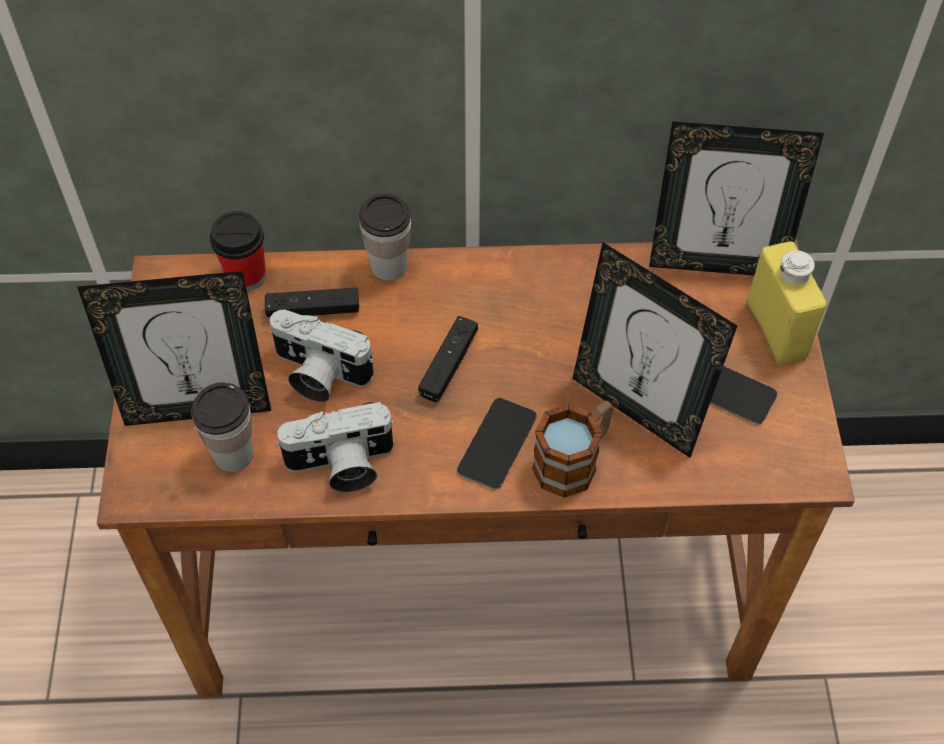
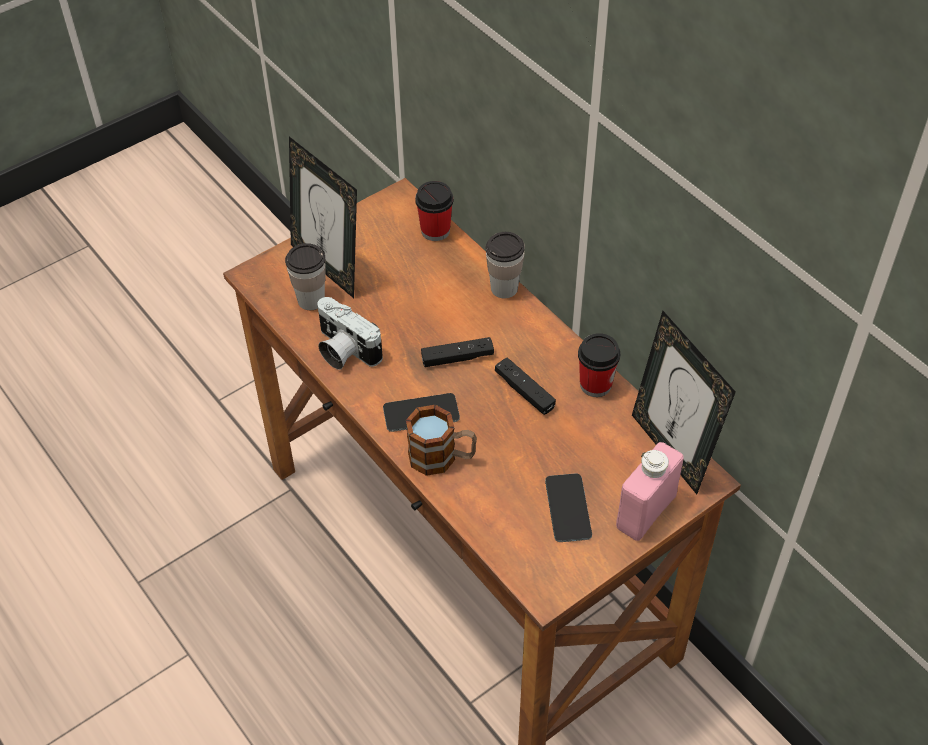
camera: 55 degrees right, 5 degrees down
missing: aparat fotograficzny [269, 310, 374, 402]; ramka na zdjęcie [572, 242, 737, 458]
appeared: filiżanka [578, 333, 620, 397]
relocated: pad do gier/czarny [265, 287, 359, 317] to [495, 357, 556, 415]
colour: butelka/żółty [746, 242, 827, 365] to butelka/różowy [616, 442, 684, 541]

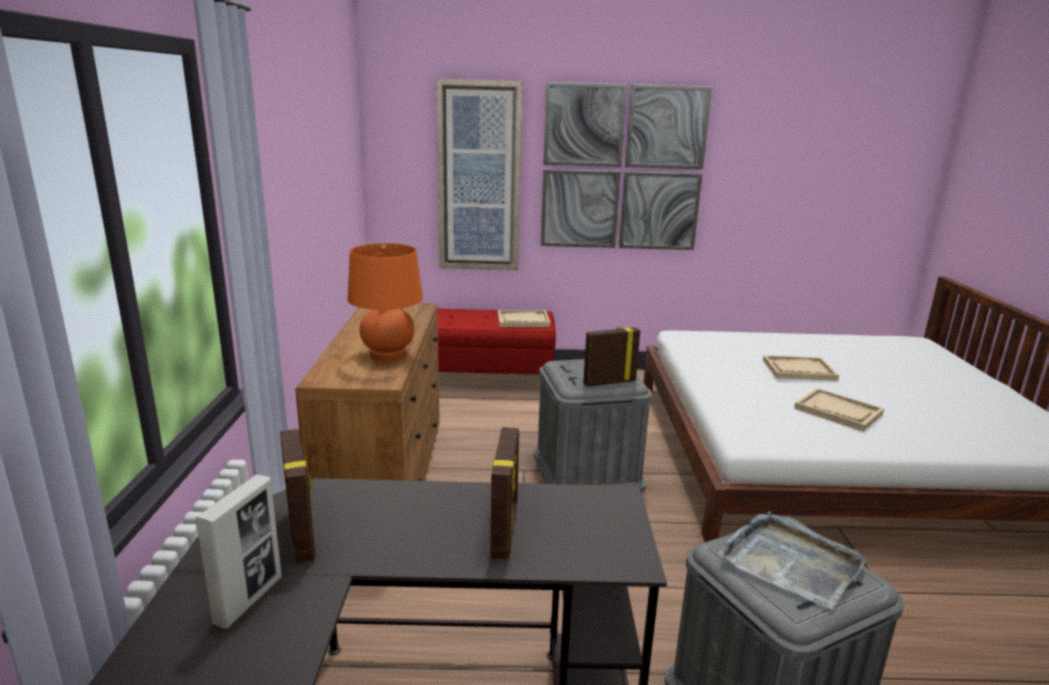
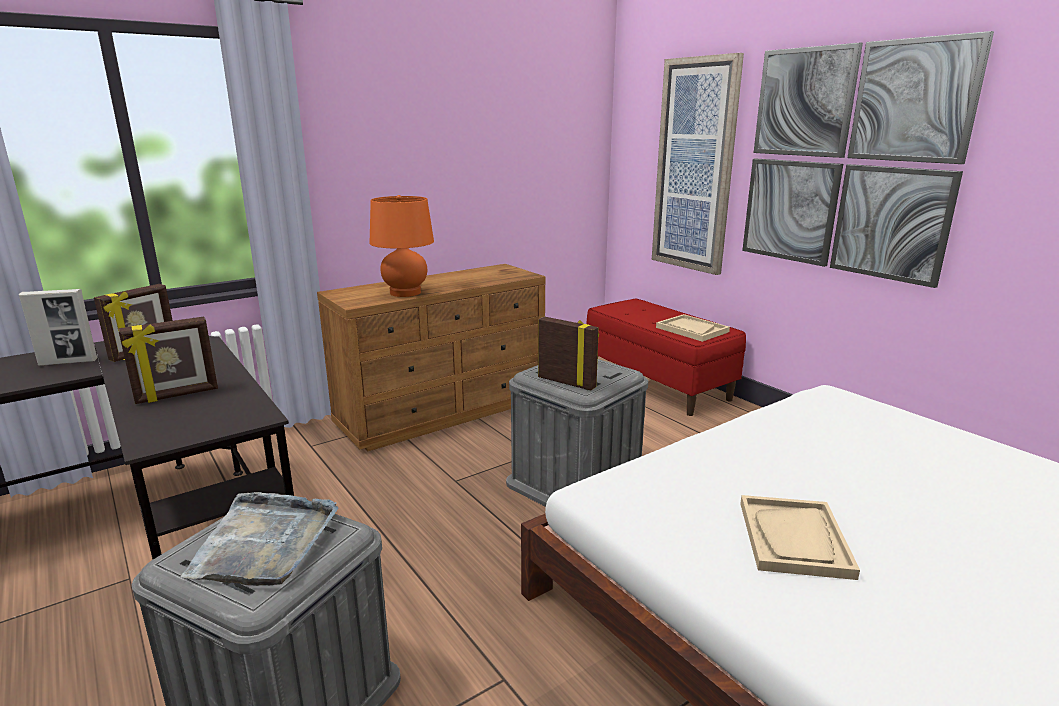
camera: 55 degrees right, 0 degrees up
missing: taca/beżowy [763, 355, 839, 381]

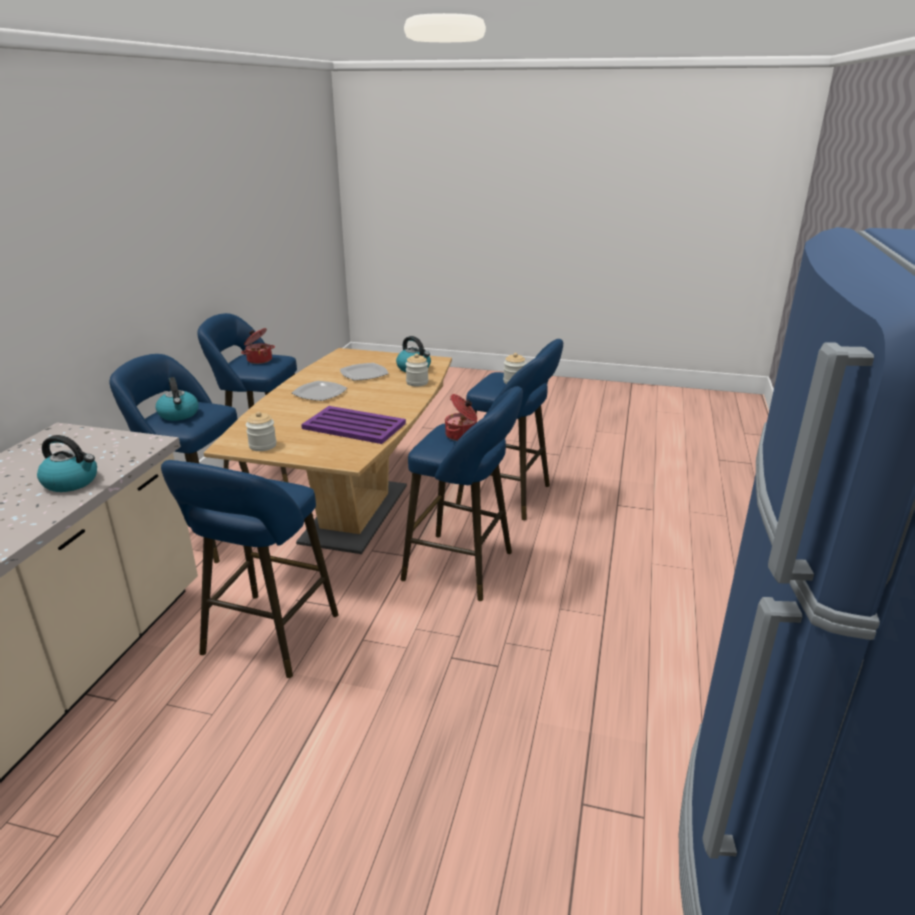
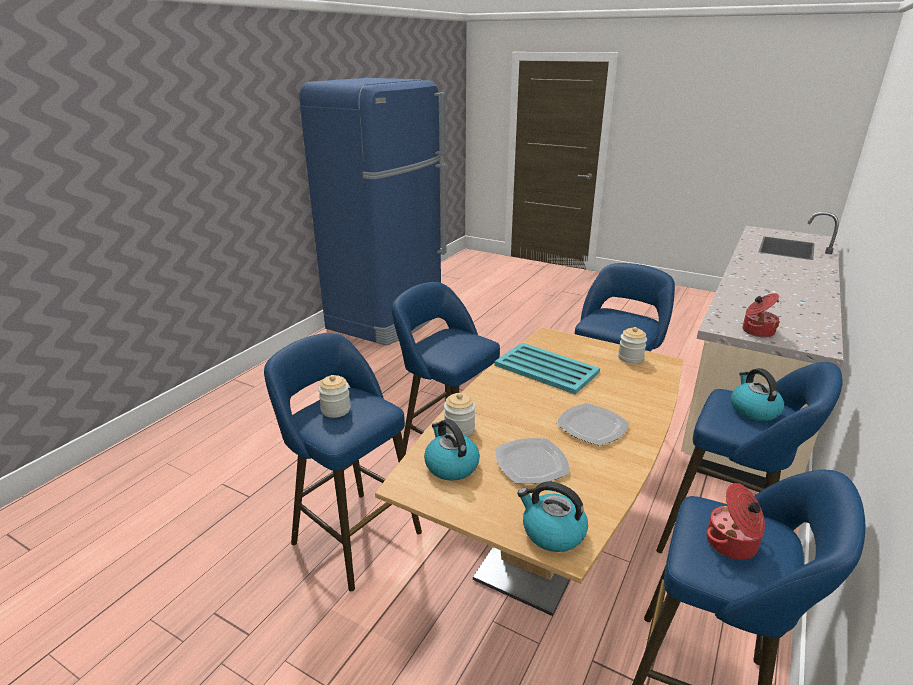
camera: 165 degrees left, 0 degrees up
relocated: czajnik [37, 435, 97, 492] to [517, 481, 588, 552]; garnek [445, 394, 477, 441] to [743, 293, 780, 337]
colour: taca/fioletowy [301, 406, 406, 444] to taca/turkusowy [494, 343, 600, 395]

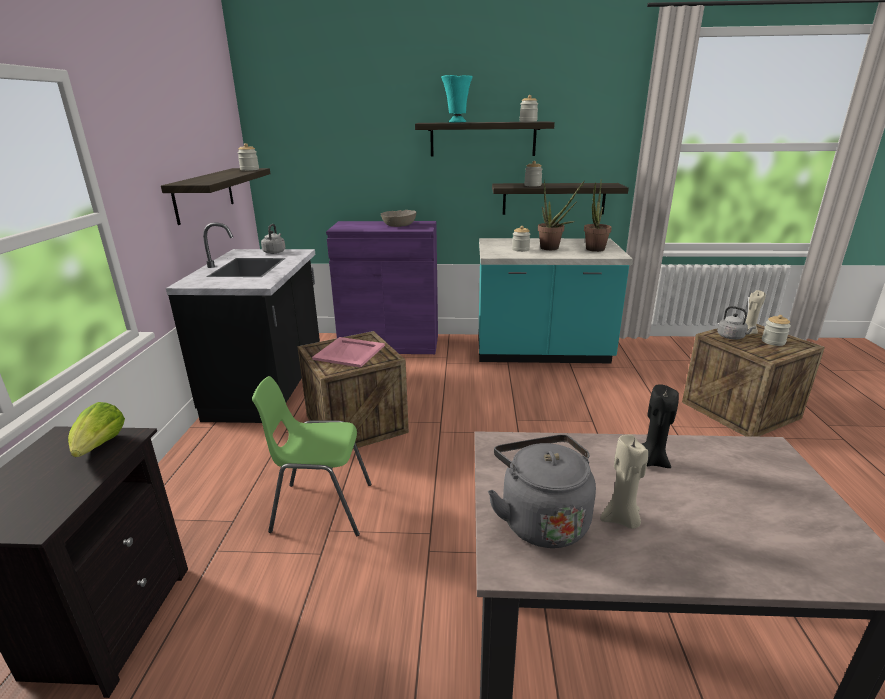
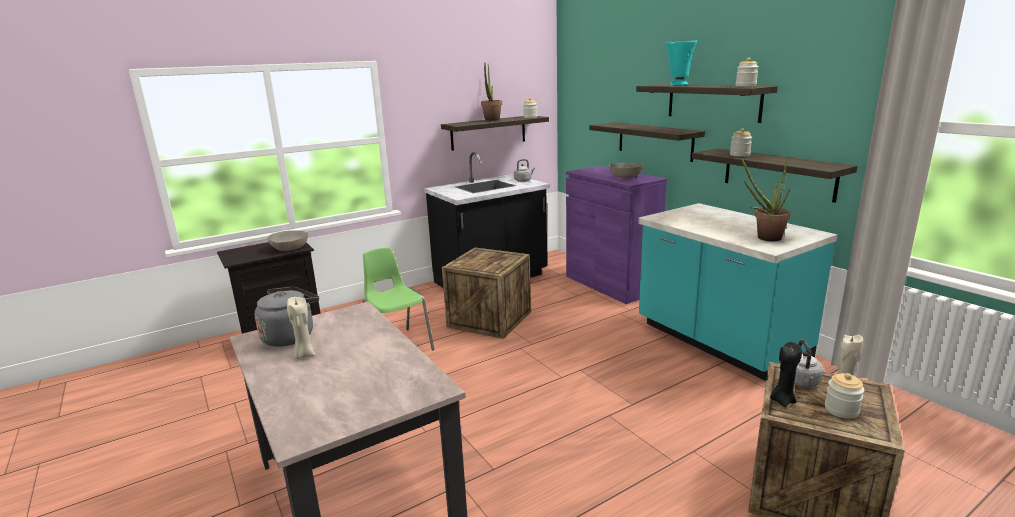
camera: 55 degrees right, 5 degrees down
missing: taca/różowy [312, 337, 385, 367]; słoik [512, 226, 531, 252]
appeared: półka [589, 122, 705, 162]
relocated: roślina doniczkowa [538, 179, 585, 250] to [481, 64, 502, 121]; świeca/czarny [642, 384, 679, 468] to [770, 342, 802, 407]
exchanged: sałata [68, 402, 125, 457] to miska/szary [267, 230, 308, 251]

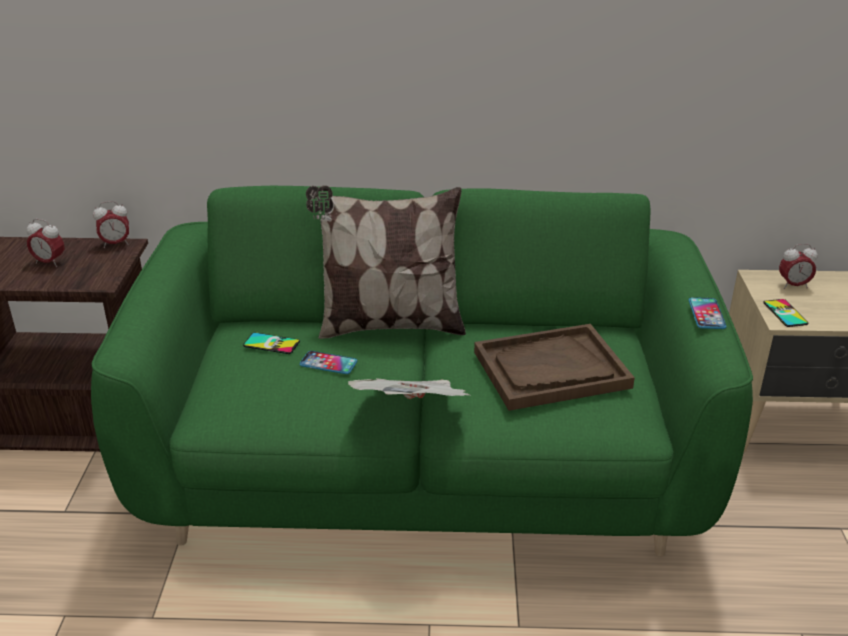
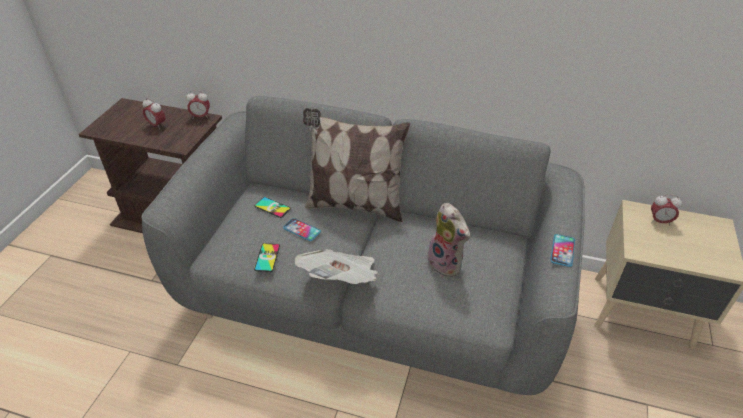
camera: 15 degrees right, 10 degrees up
relocated: telefon [763, 299, 808, 327] to [254, 243, 280, 272]
exchanged: taca/brązowy [474, 324, 635, 411] to pluszak [428, 203, 470, 277]
colour: kanapa/zielony [91, 186, 753, 556] to kanapa/szary [142, 96, 585, 397]

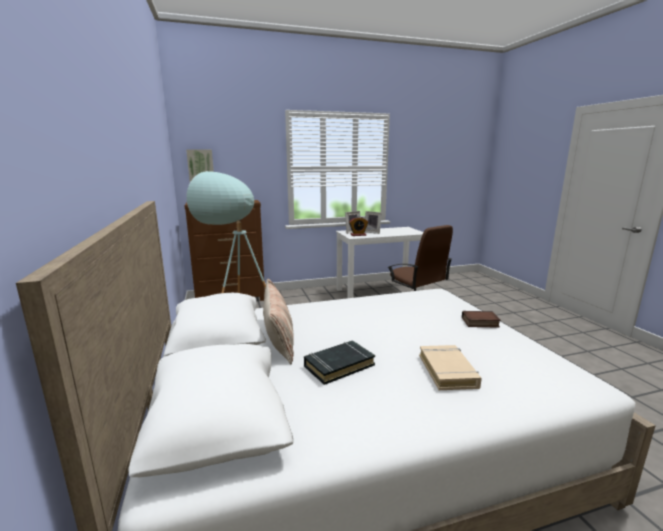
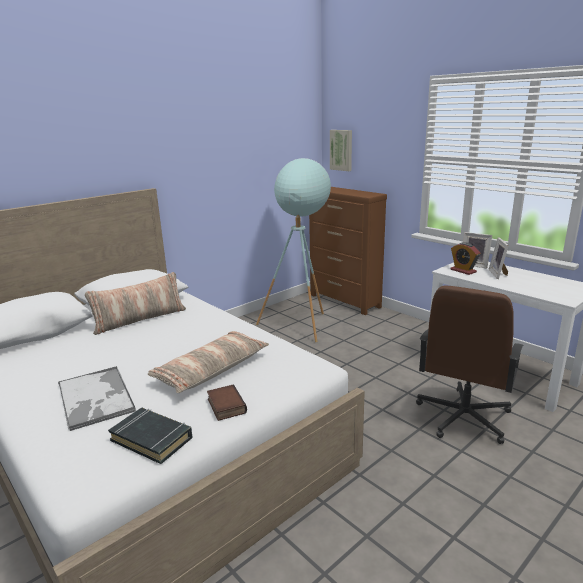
camera: 65 degrees right, 5 degrees up
appeared: poduszka [148, 331, 269, 393]
relocated: książka/czarny [304, 340, 375, 385] to [108, 408, 192, 464]
exchanged: książka/beżowy [419, 345, 482, 390] to taca [58, 366, 136, 431]

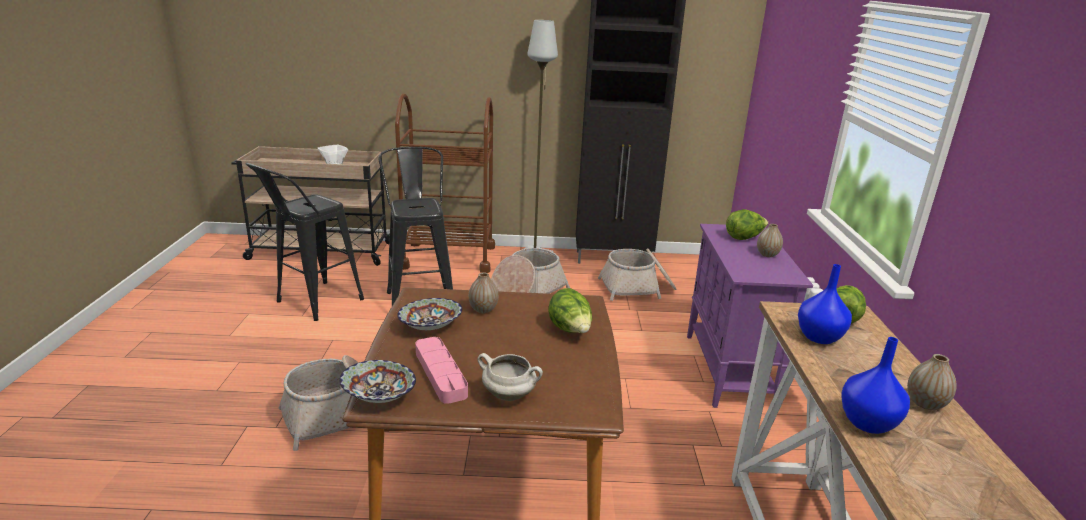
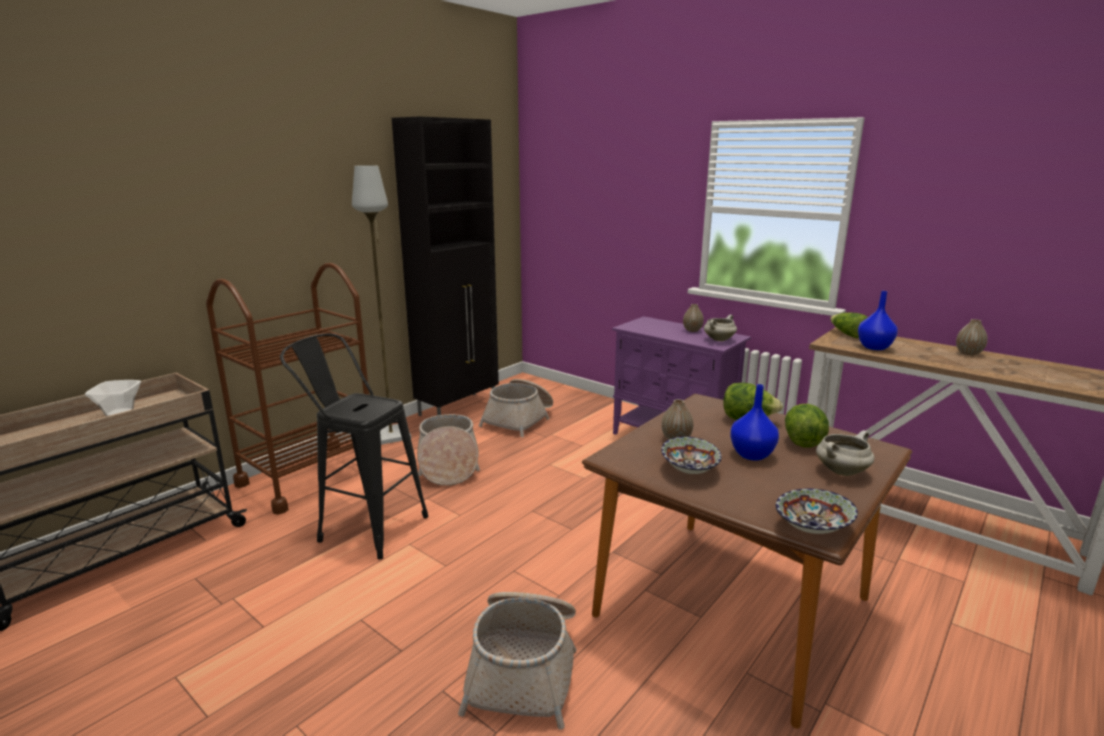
camera: 50 degrees left, 5 degrees down
missing: stołek/czarny [246, 163, 364, 321]; taca/różowy [415, 337, 468, 404]
appeared: garnek/biały [704, 315, 737, 341]
relocated: sałata [726, 209, 768, 240] to [785, 404, 829, 448]; wazon/niebieski [841, 337, 910, 434] to [730, 384, 779, 460]

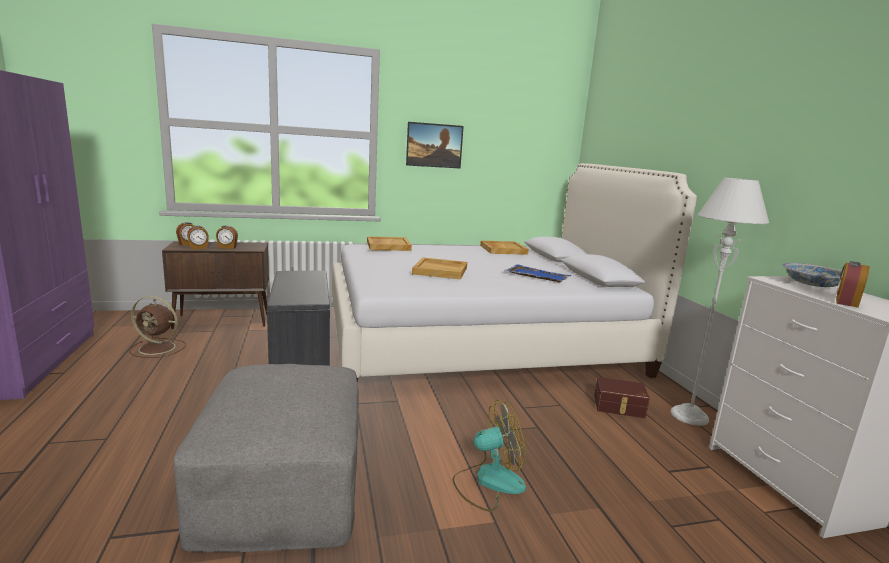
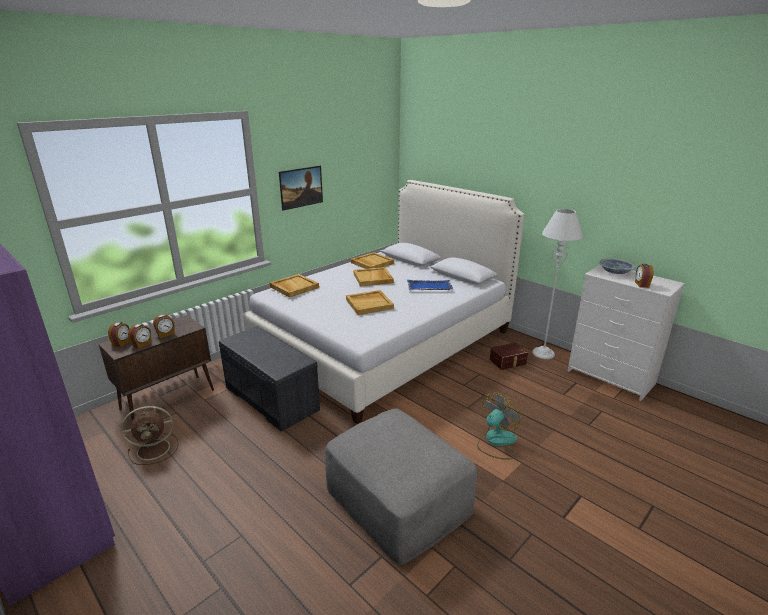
camera: 30 degrees left, 10 degrees up
appeared: taca/beżowy [354, 267, 394, 287]

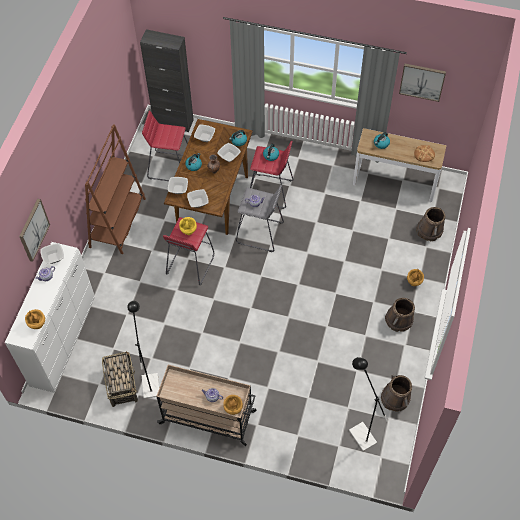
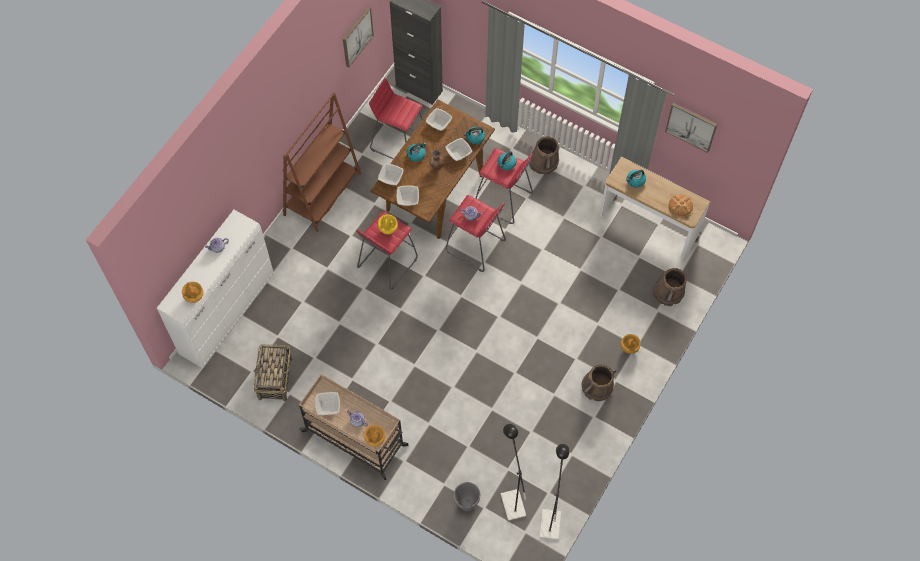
camera: 15 degrees right, 5 degrees up
appeared: donica/szary [454, 482, 480, 511]
relocated: obraz [19, 199, 50, 262] to [343, 7, 374, 67]; miska [41, 243, 64, 264] to [315, 392, 340, 415]; lampa stojąca/czarny [127, 301, 159, 399] to [540, 444, 569, 540]; wiadro/brązowy [381, 375, 412, 412] to [529, 137, 559, 175]
colour: stołek/szary [236, 184, 284, 252] to stołek/czerwony [446, 195, 506, 272]

